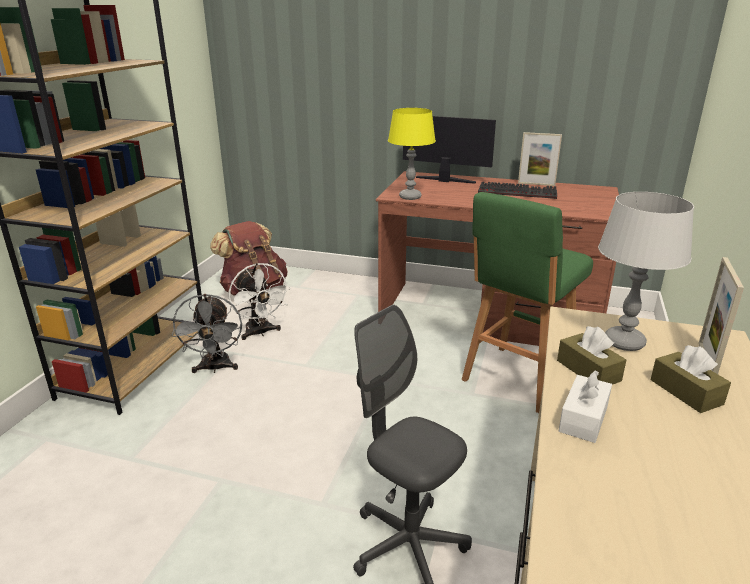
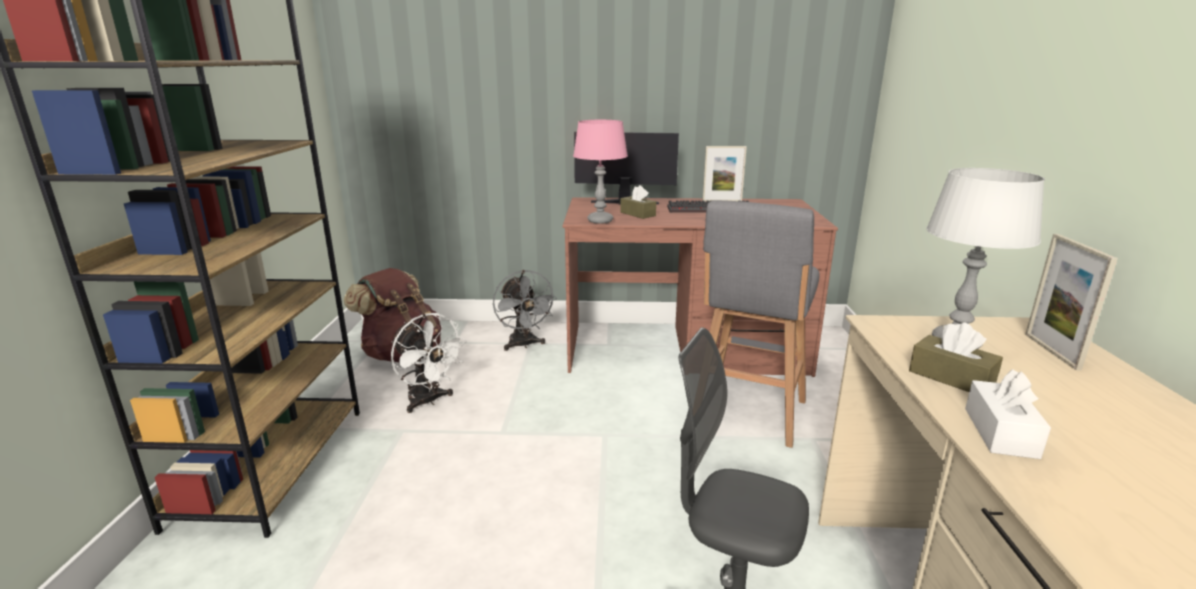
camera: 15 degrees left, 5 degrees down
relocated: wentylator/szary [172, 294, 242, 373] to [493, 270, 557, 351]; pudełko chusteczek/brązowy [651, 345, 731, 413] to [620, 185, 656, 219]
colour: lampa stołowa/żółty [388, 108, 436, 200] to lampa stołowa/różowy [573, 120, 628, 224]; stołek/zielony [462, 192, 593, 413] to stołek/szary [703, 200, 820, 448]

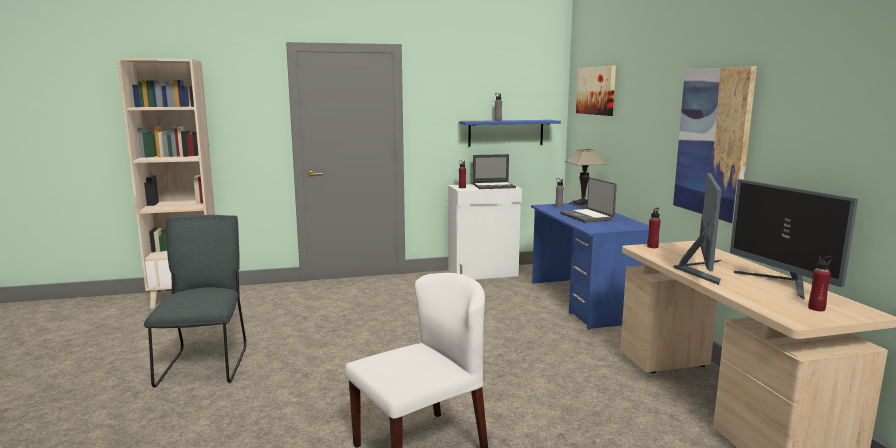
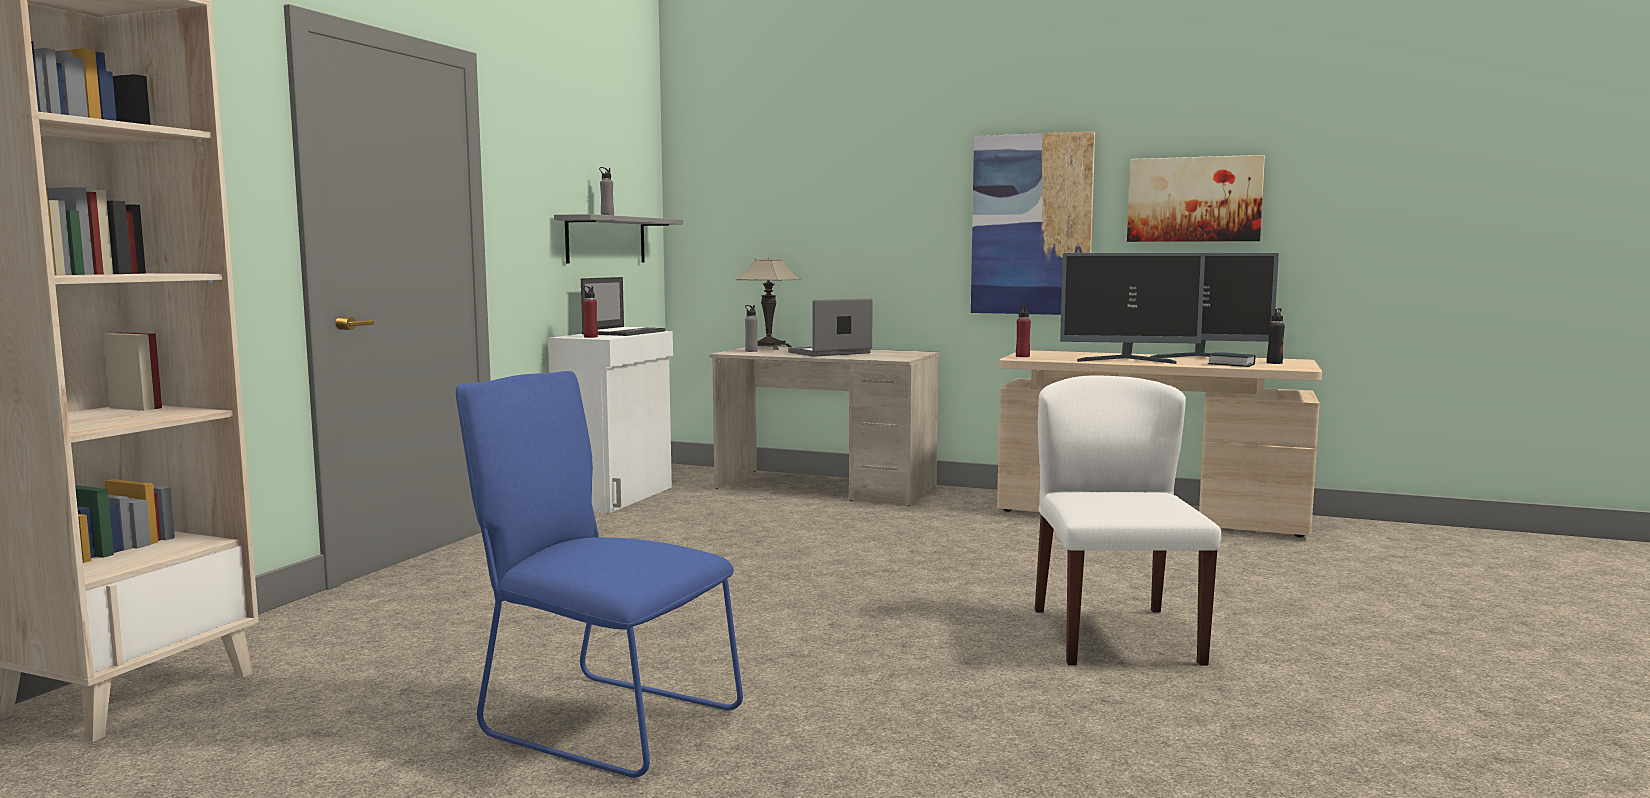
camera: 55 degrees left, 5 degrees down
appeared: książka [1207, 352, 1255, 367]
relocated: obraz [576, 66, 616, 116] to [1127, 155, 1265, 242]
colour: krzesło/szary [144, 215, 246, 388] to krzesło/niebieski [456, 371, 743, 778]; półka/niebieski [459, 120, 561, 147] to półka/szary [554, 214, 683, 264]; biurko/niebieski [531, 203, 649, 329] to biurko/beżowy [709, 346, 939, 506]; butelka/czerwony [808, 256, 833, 311] to butelka/czarny [1267, 308, 1285, 364]
spun: laptop [560, 177, 617, 223] = [788, 298, 873, 357] 135 degrees clockwise; monitor [673, 173, 722, 285] = [1060, 253, 1205, 364] 135 degrees clockwise

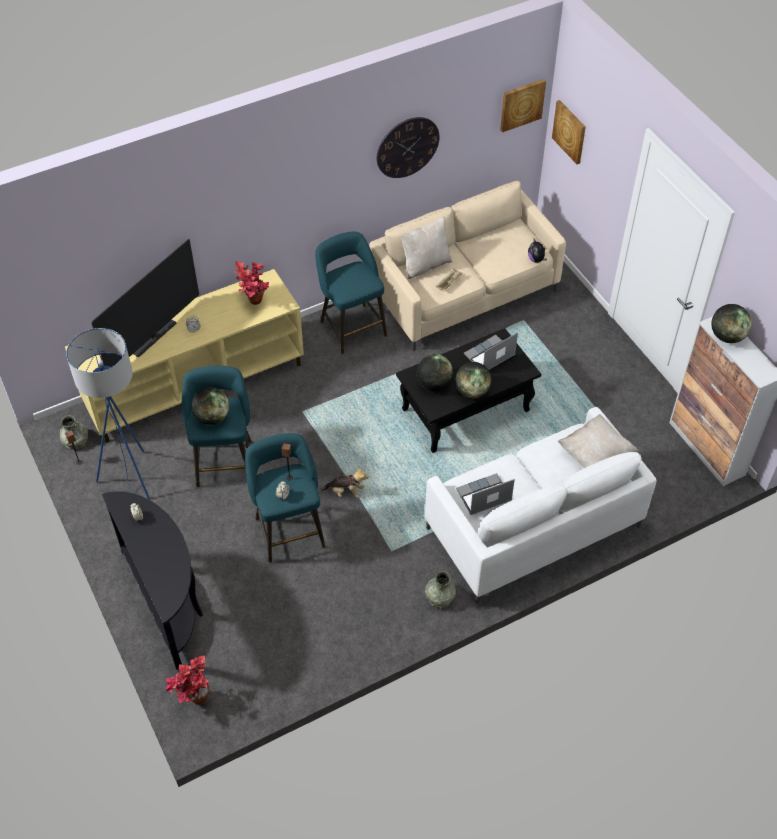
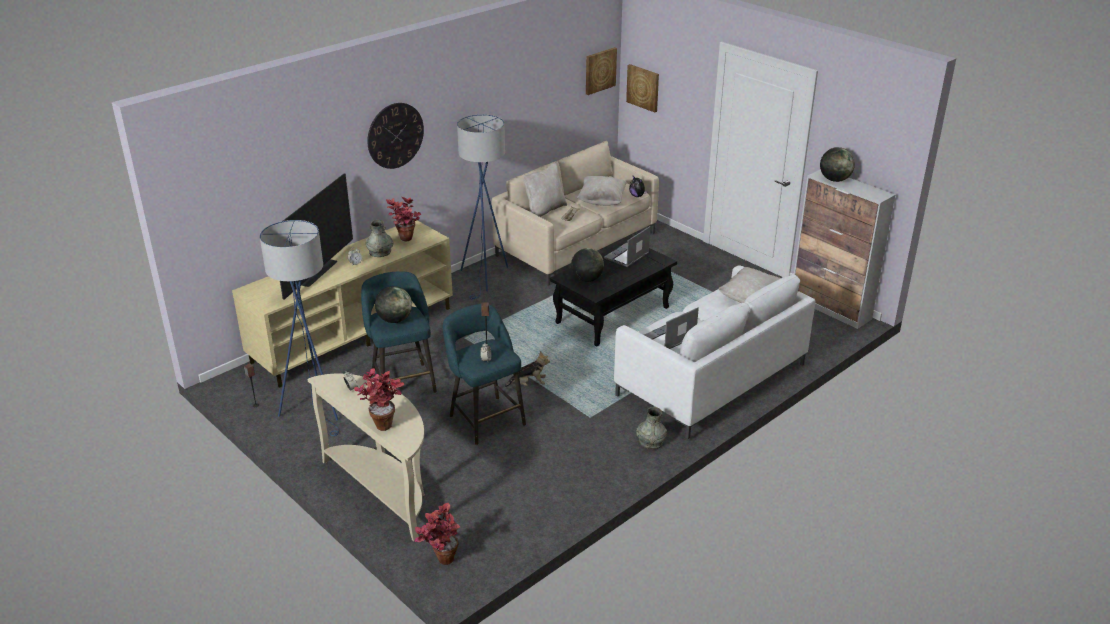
camera: 15 degrees left, 20 degrees down
missing: globus [456, 362, 491, 399]
appeared: roślina doniczkowa [354, 368, 404, 431]; poduszka/beżowy [577, 176, 627, 206]
relocated: wazon/szary [60, 416, 88, 450] to [366, 220, 393, 257]; zegar ścienny [377, 117, 440, 178] to [367, 103, 424, 169]
exchanged: stołek/turkusowy [315, 232, 387, 354] to lampa stojąca/niebieski [457, 114, 508, 299]
colour: stolik konsolowy/czarny [102, 491, 203, 670] to stolik konsolowy/beżowy [308, 374, 425, 541]

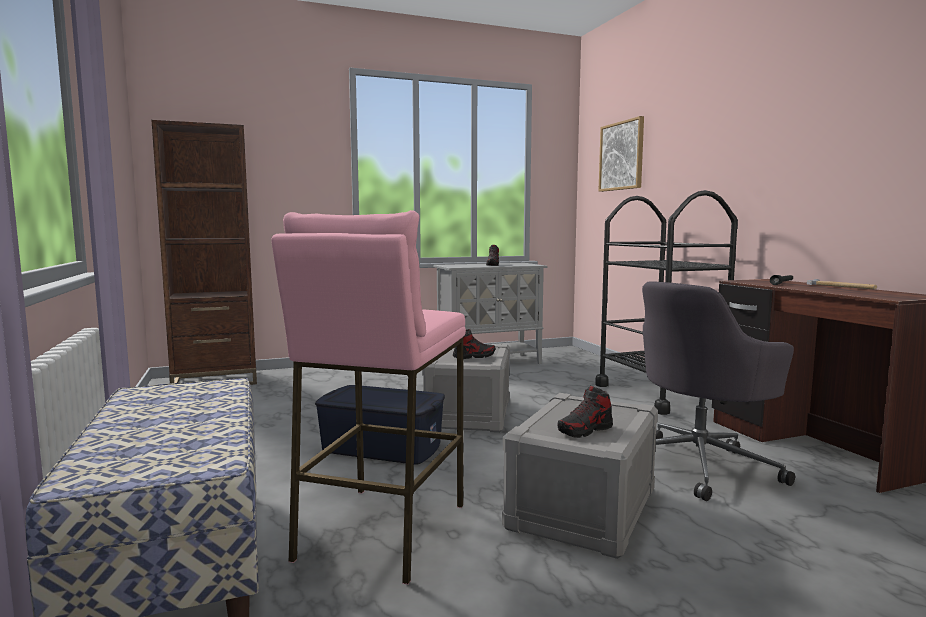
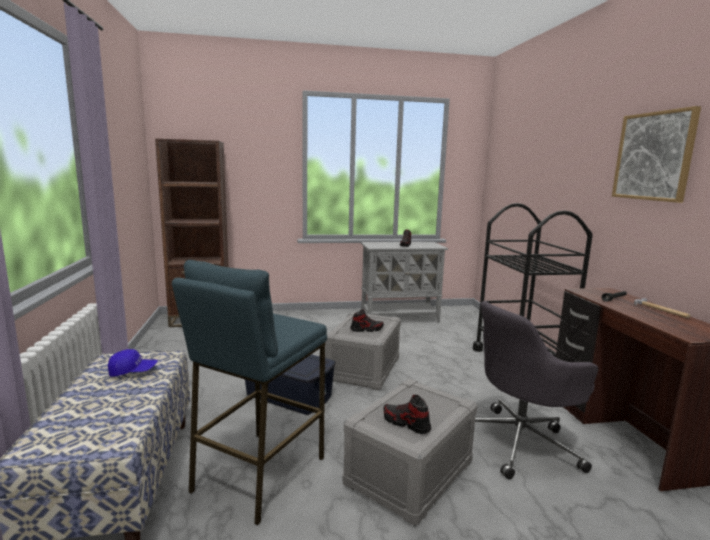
camera: 10 degrees right, 5 degrees up
appeared: czapka z daszkiem/niebieski [108, 349, 158, 377]
relocated: obraz [599, 116, 644, 192] to [612, 106, 701, 203]
colour: stołek/różowy [271, 210, 466, 585] to stołek/niebieski [172, 260, 327, 525]
spun: but [558, 386, 613, 438] = [384, 395, 431, 434] 60 degrees clockwise

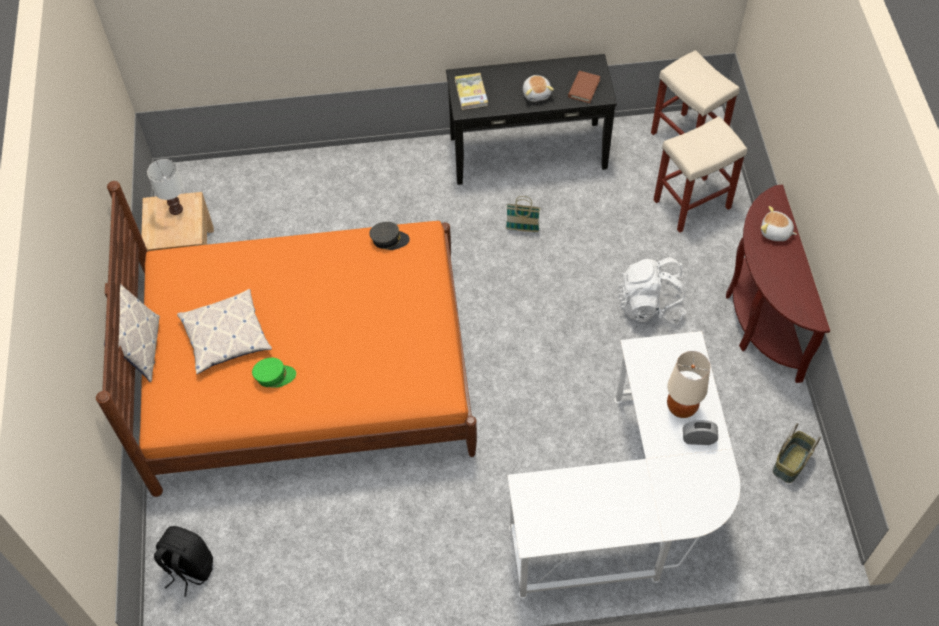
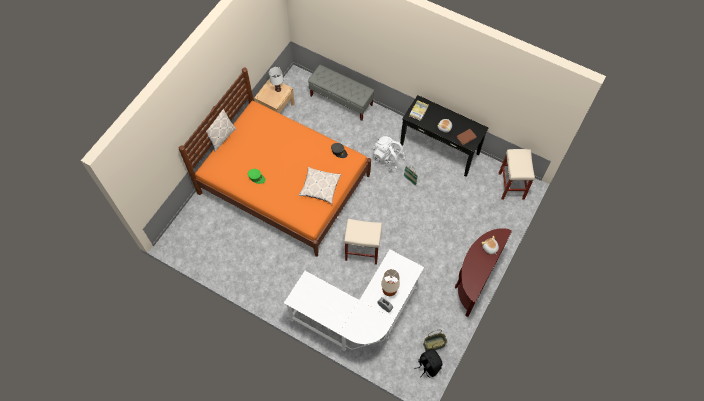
camera: 35 degrees right, 5 degrees up
appeared: ławka/szary [308, 65, 374, 121]
relocated: plecak/czarny [154, 526, 213, 597] to [414, 348, 442, 378]; poduszka [177, 289, 272, 374] to [299, 167, 341, 204]; plecak/biały [618, 258, 686, 324] to [373, 136, 405, 170]; stołek/beżowy [654, 116, 747, 233] to [344, 219, 382, 265]

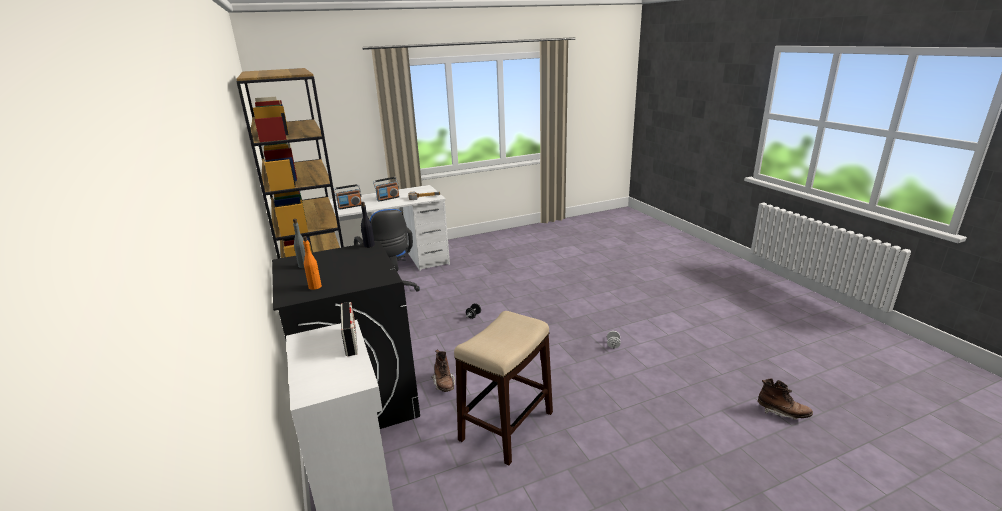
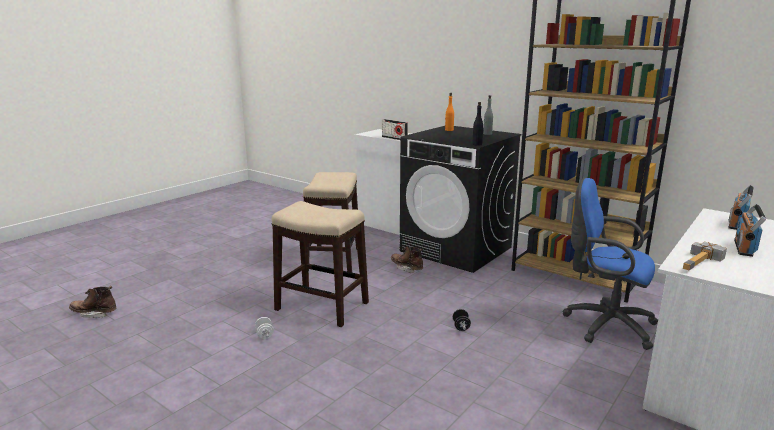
camera: 150 degrees right, 5 degrees down
appeared: stołek [271, 201, 369, 327]

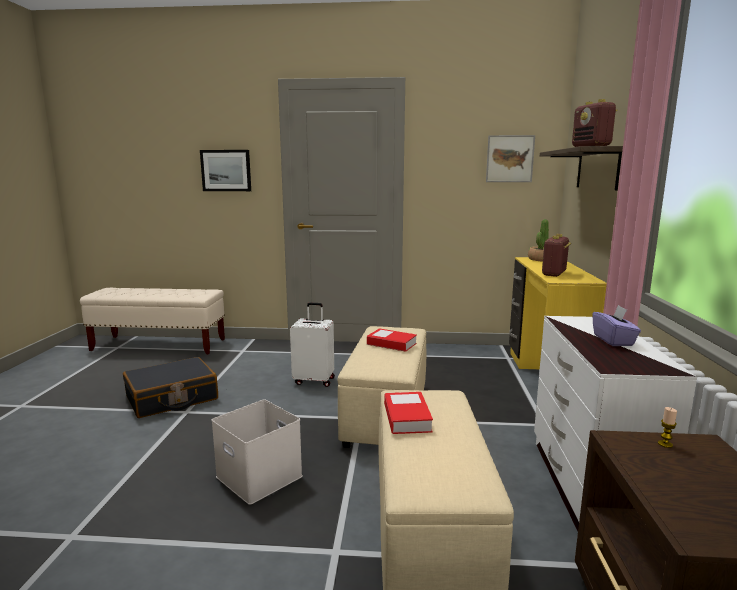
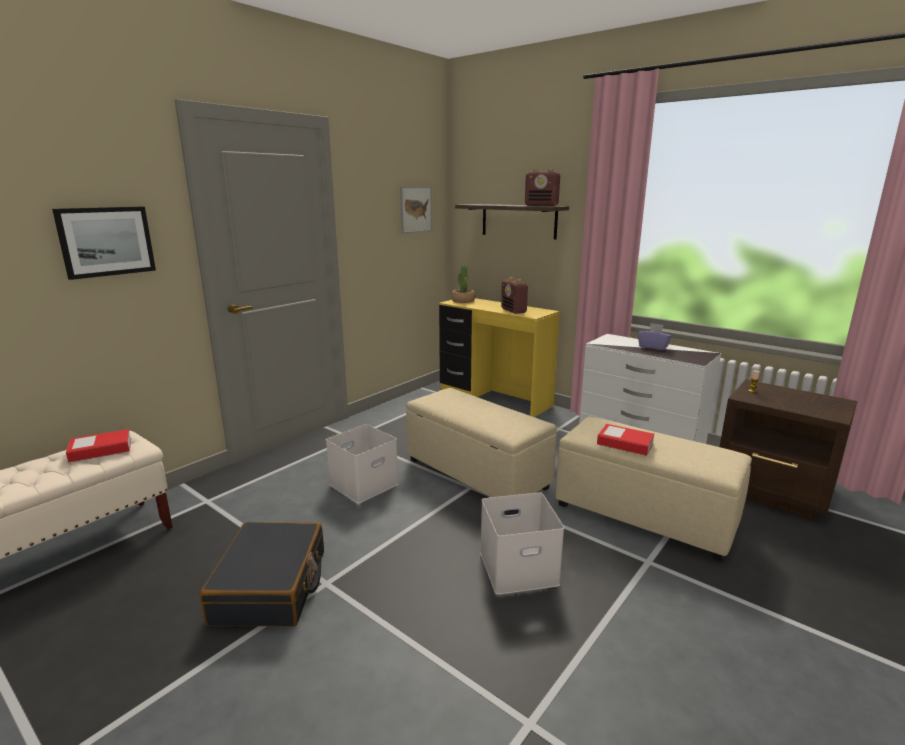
camera: 55 degrees left, 5 degrees up
relocated: książka [367, 328, 417, 352] to [66, 429, 131, 462]
exchanged: walizka/biały [290, 303, 335, 387] to pojemnik do przechowywania/biały [326, 424, 399, 504]

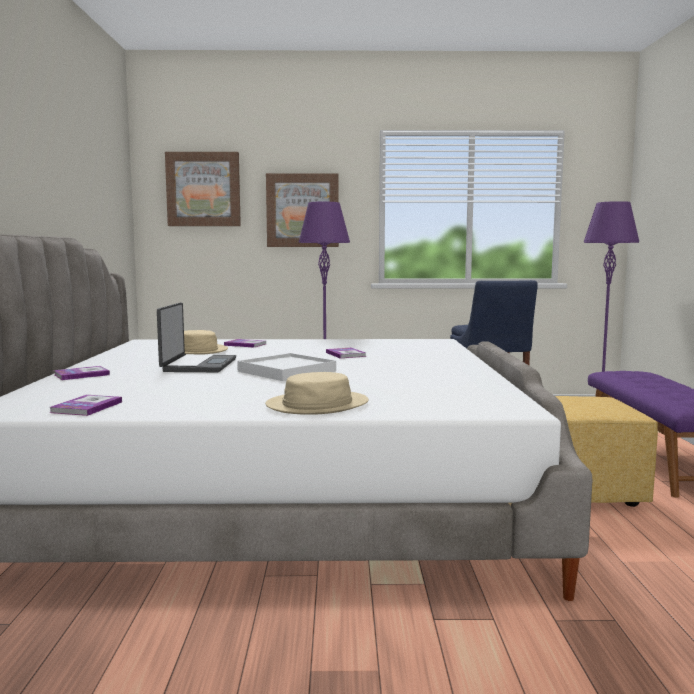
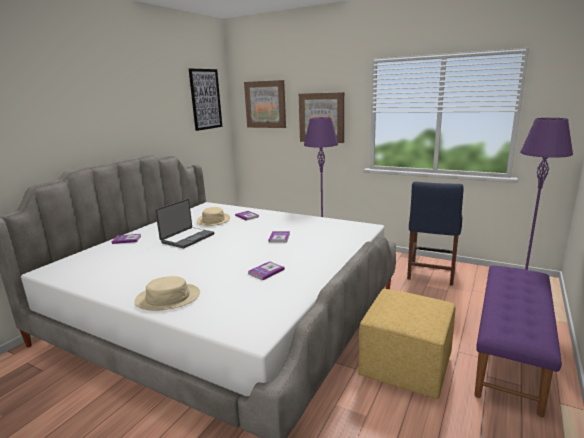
camera: 30 degrees right, 10 degrees up
missing: taca/biały [237, 353, 336, 381]
appeared: obraz [189, 68, 222, 131]
relocated: książka [50, 395, 122, 416] to [248, 261, 285, 280]

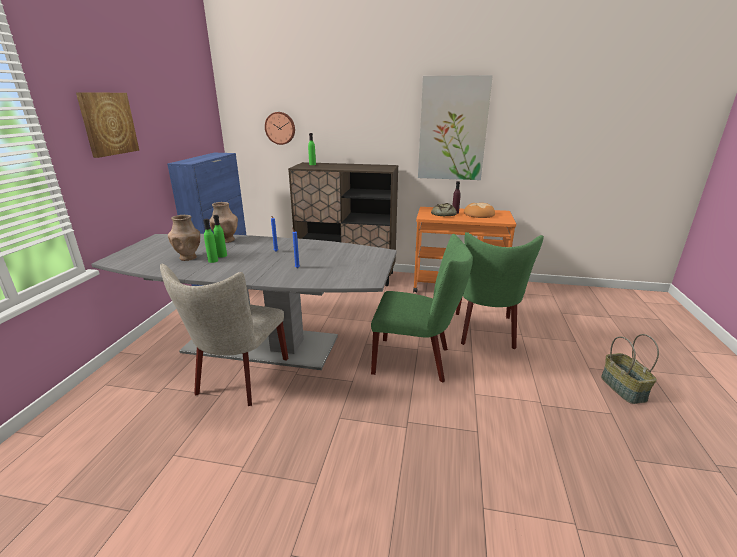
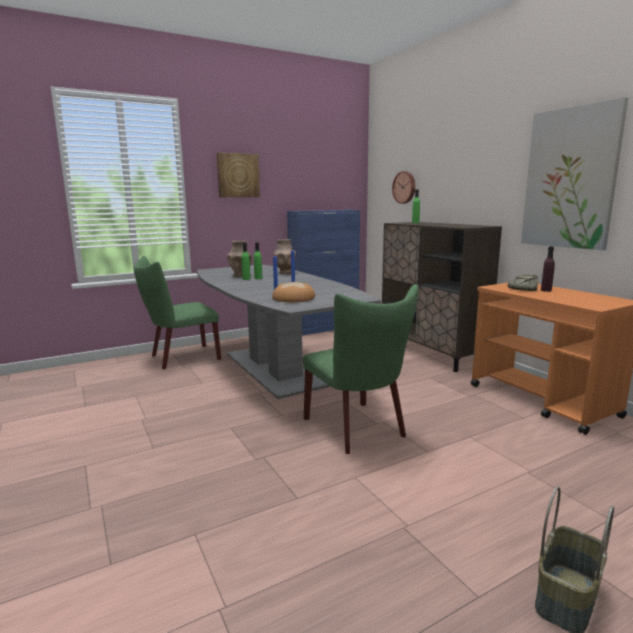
camera: 50 degrees right, 10 degrees down
missing: krzesło/beżowy [160, 264, 288, 406]
relocated: krzesło/zielony [456, 232, 544, 349] to [134, 256, 221, 369]; chleb [464, 203, 495, 218] to [272, 282, 315, 302]

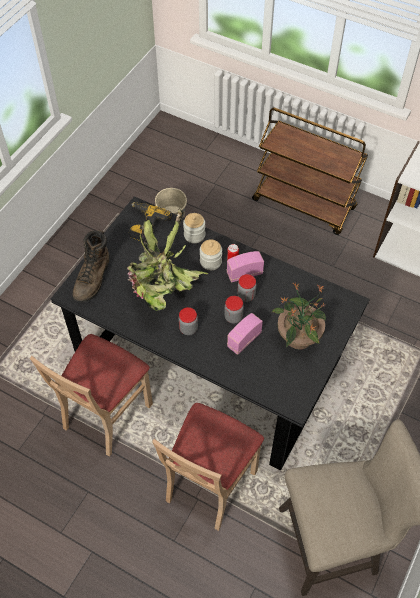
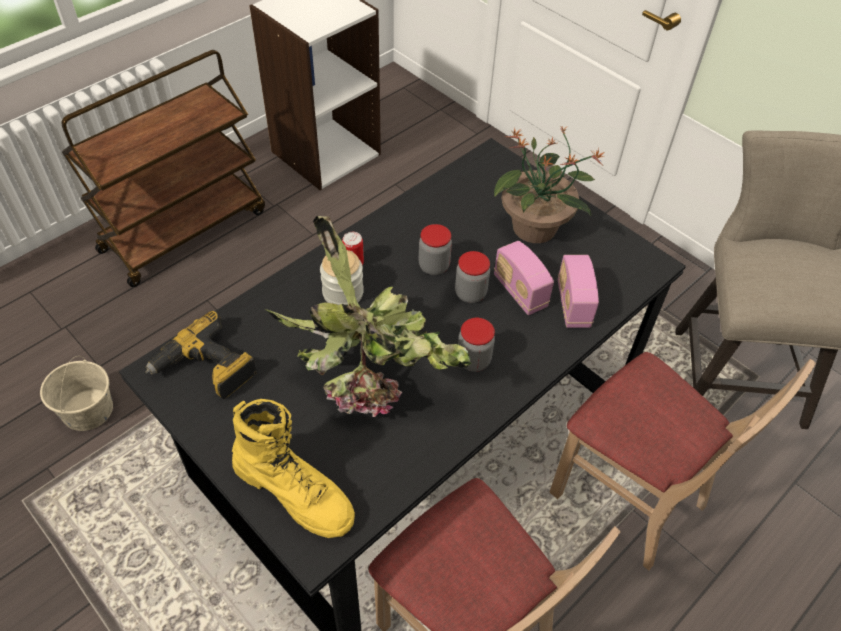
camera: 75 degrees left, 5 degrees down
missing: słoik [183, 213, 205, 243]
relocated: radio [227, 251, 264, 283] to [558, 255, 599, 328]
colour: but z cholewką/brązowy [72, 230, 110, 303] to but z cholewką/żółty [232, 399, 355, 538]

